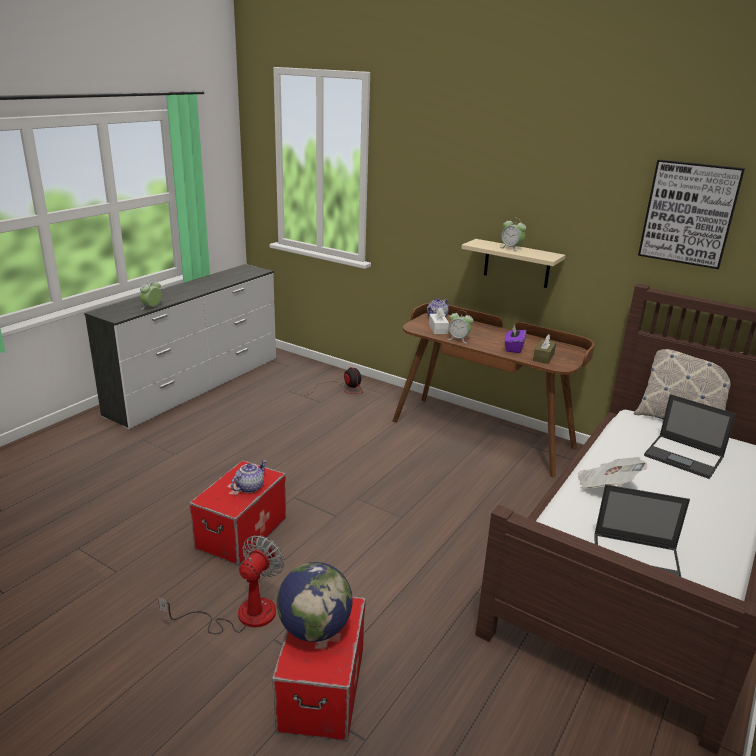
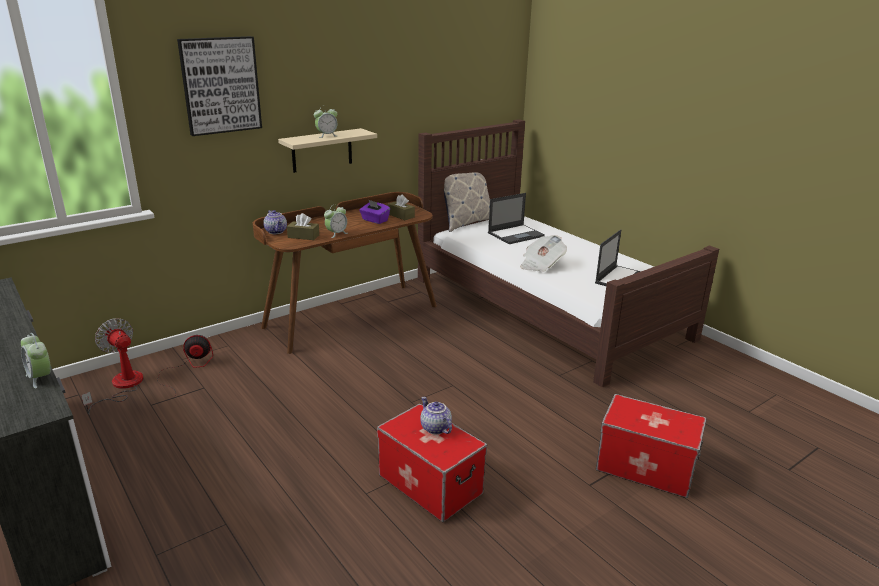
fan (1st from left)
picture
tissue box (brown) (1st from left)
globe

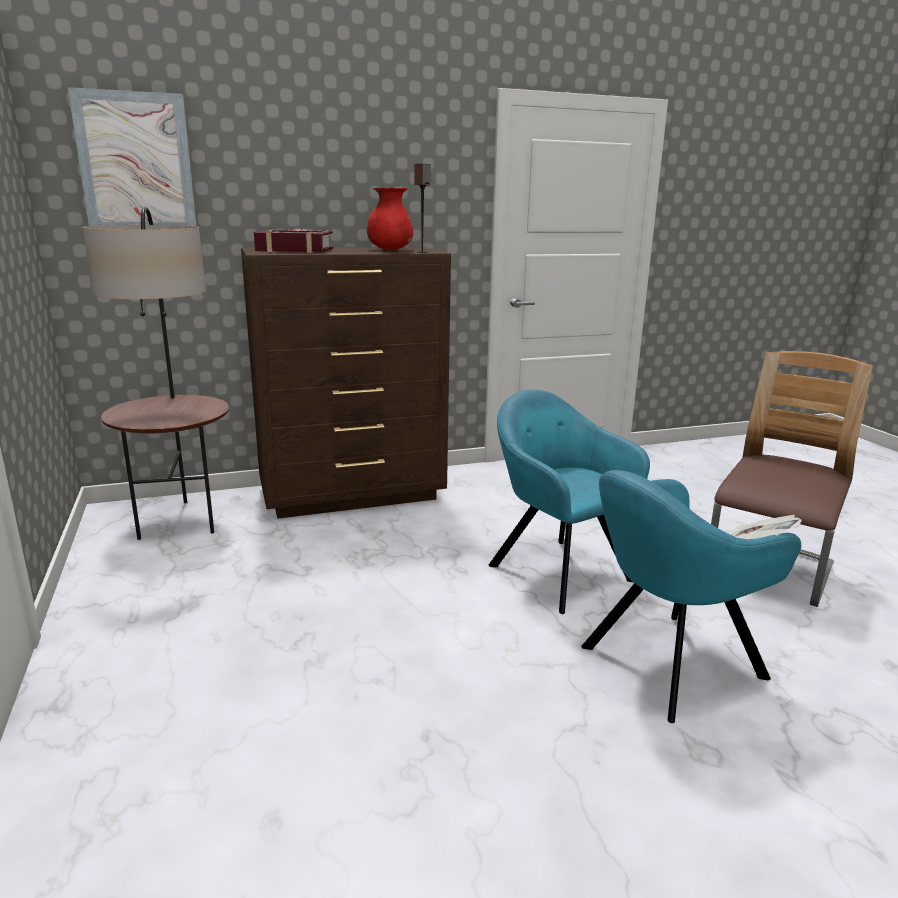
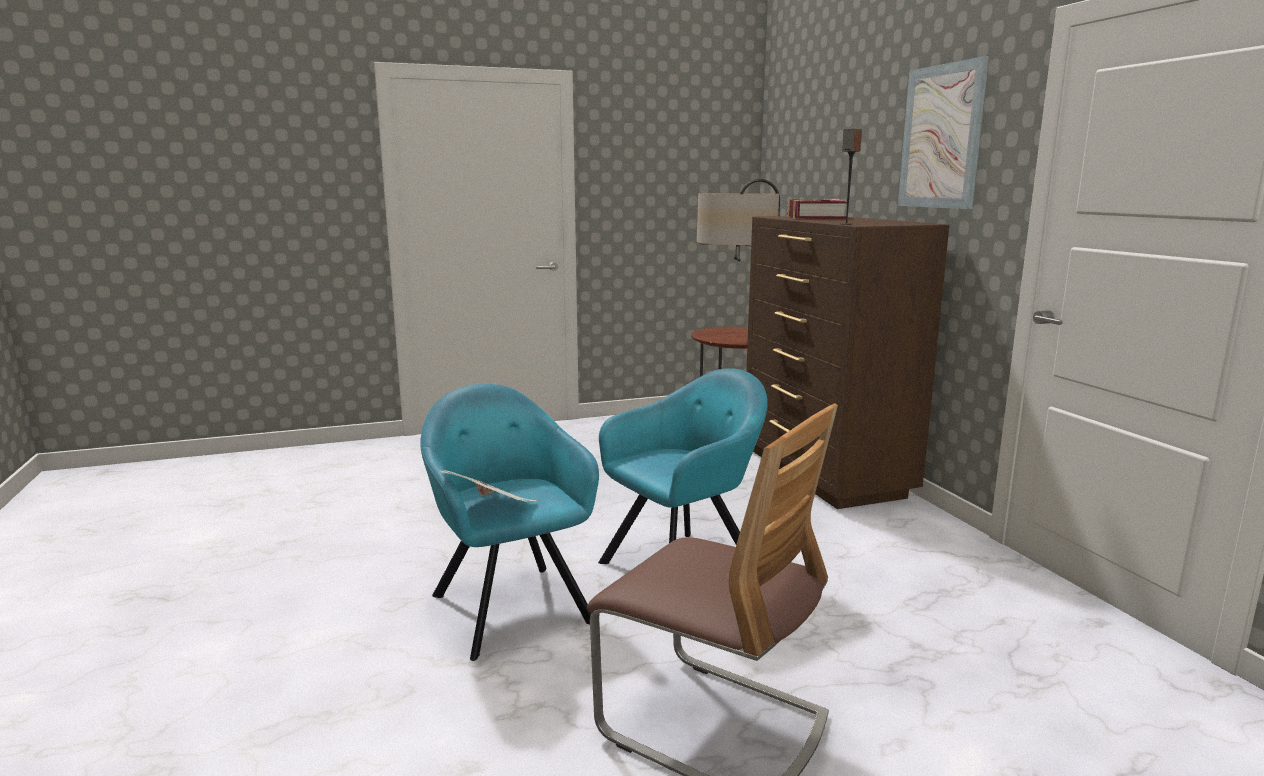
picture
vase (red)

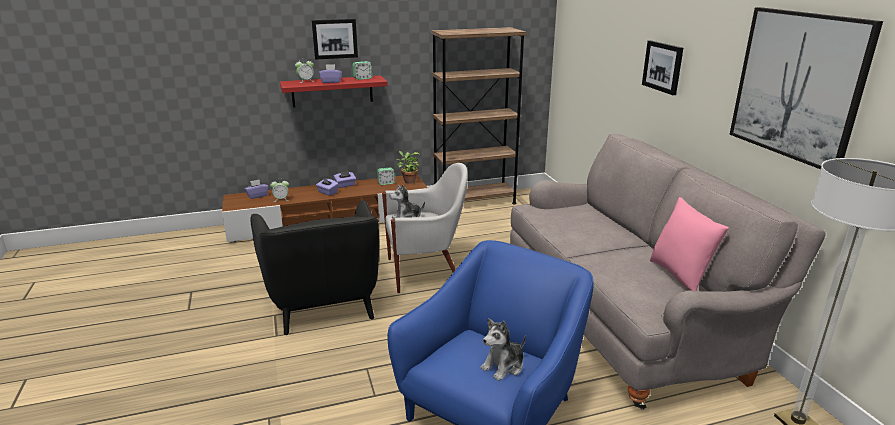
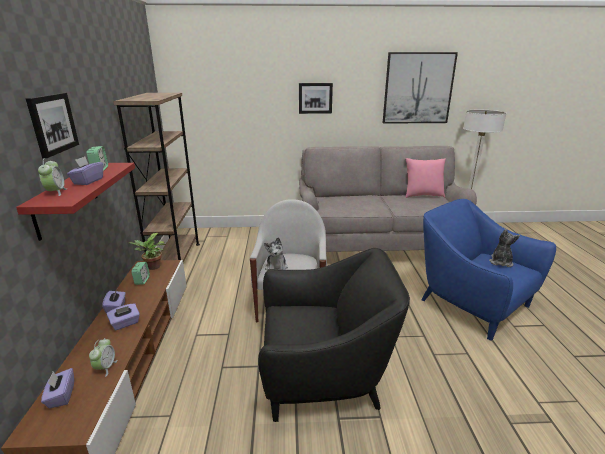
plush toy (2nd from left)

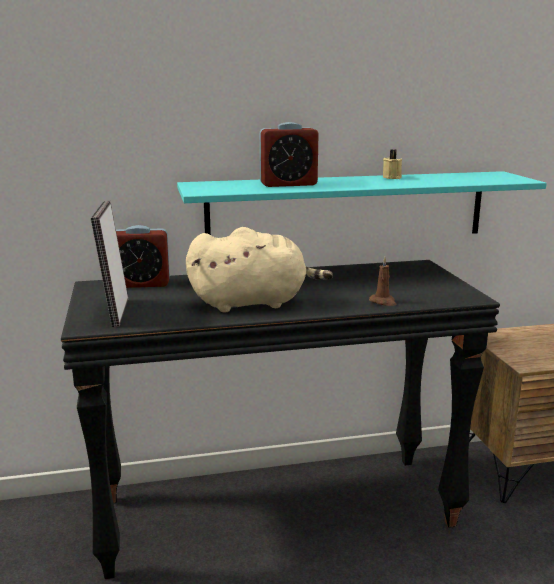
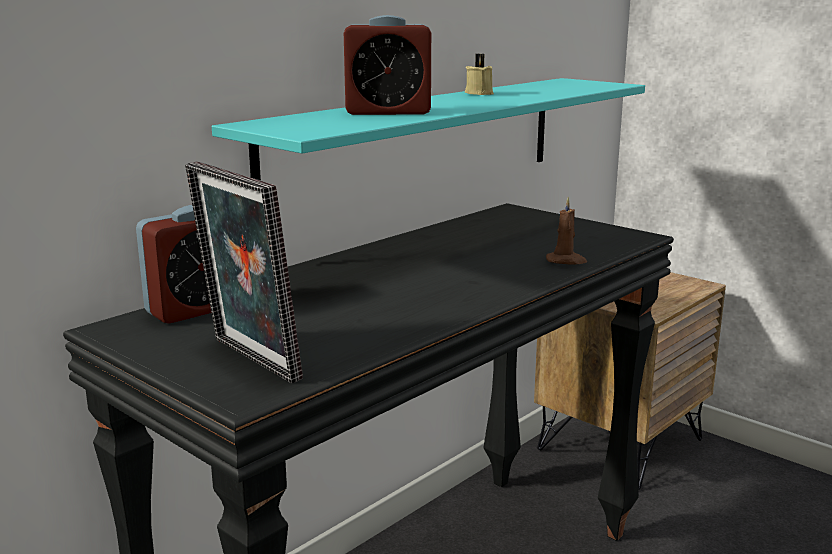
alarm clock (2nd from left)
plush toy (beige)

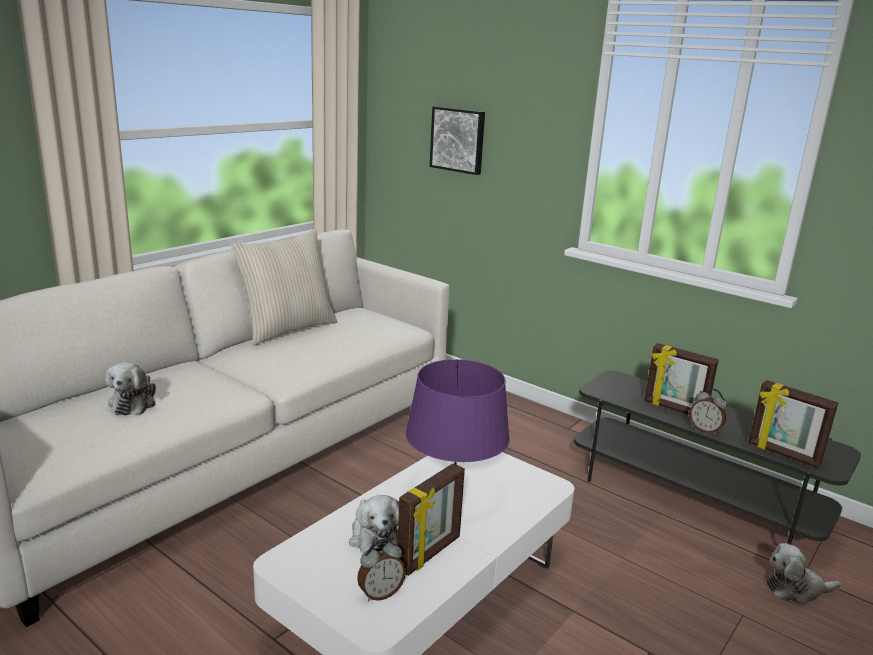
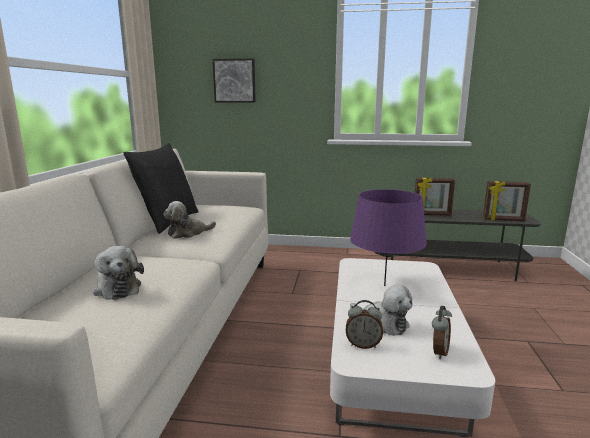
pillow (black)
plush toy (2nd from left)
alarm clock (1st from left)
picture frame (1st from left in the first image)

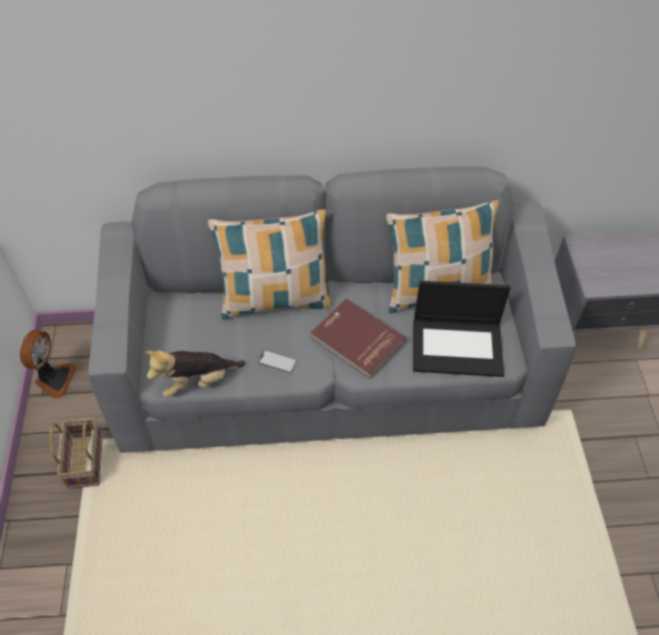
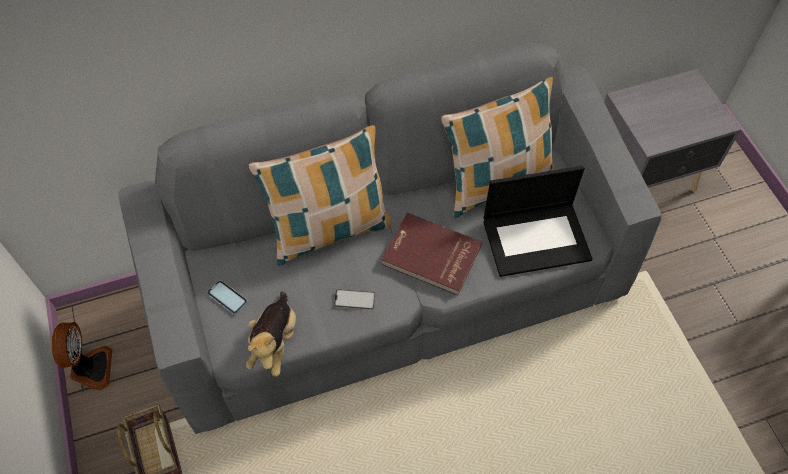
phone (1st from left)
plush toy

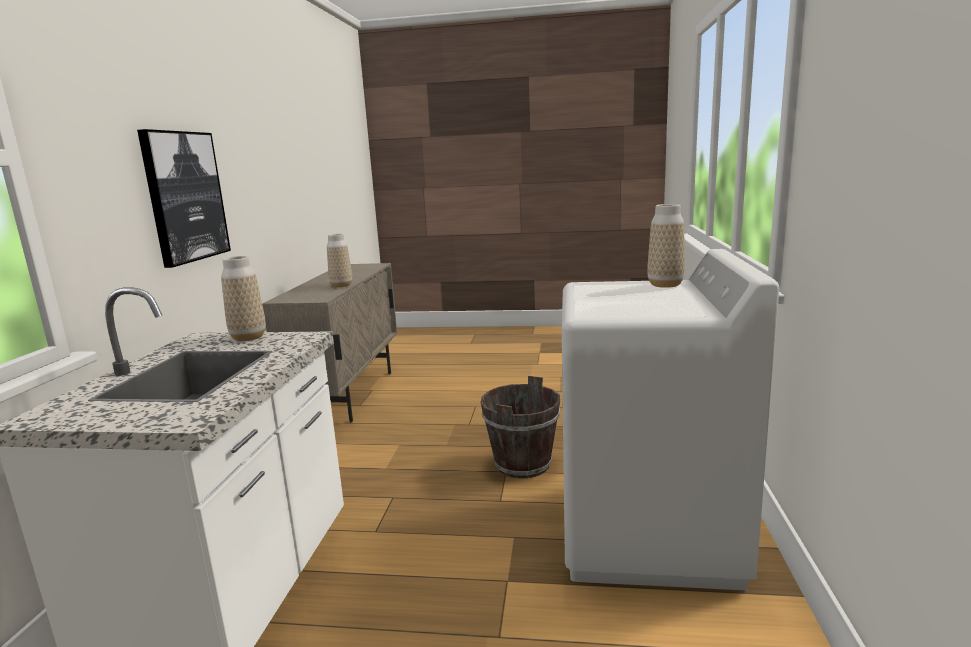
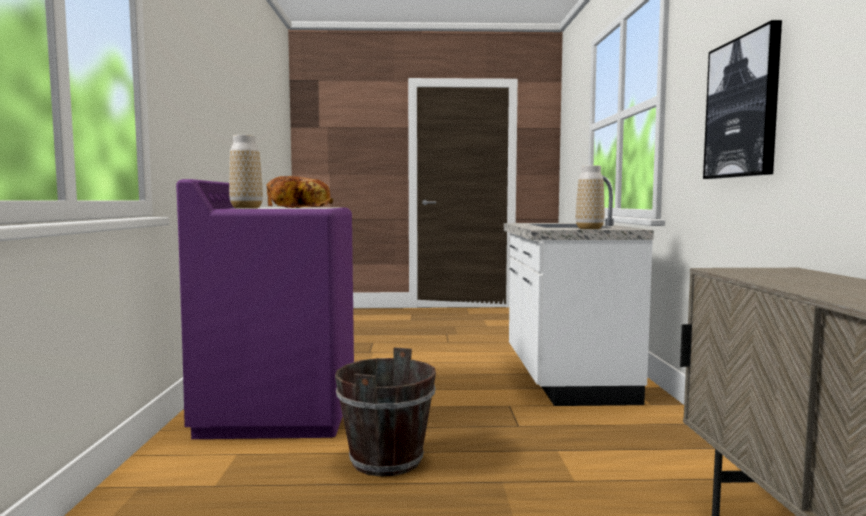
washing machine (purple)
bread
vase (2nd from left in the first image)

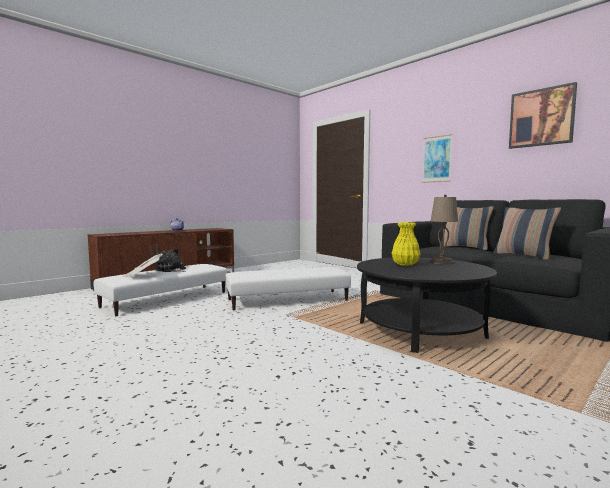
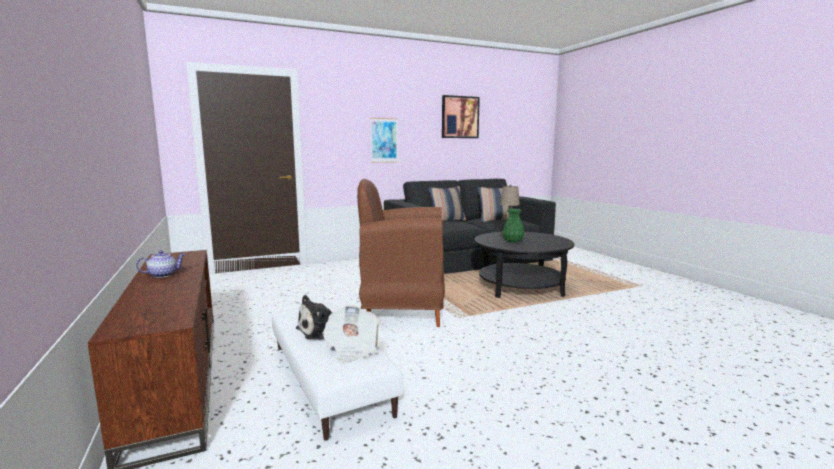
armchair (brown)
vase (green)

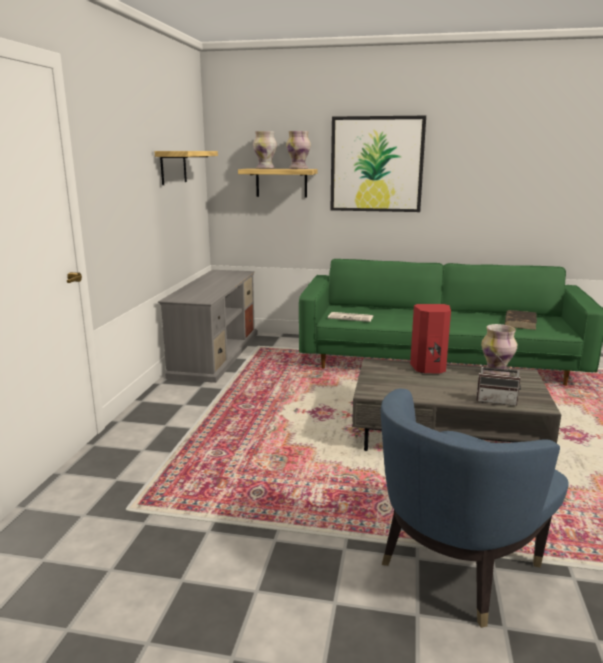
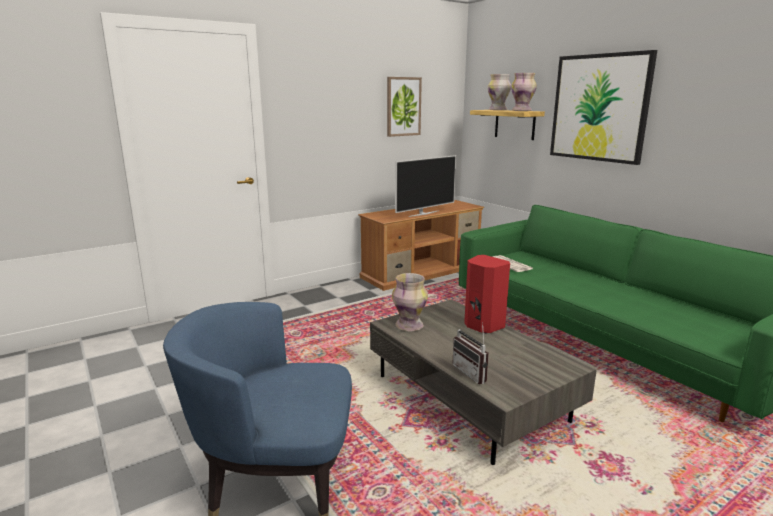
tv stand (brown)
picture (1st from left)
vase (1st from left)
television
book (brown)

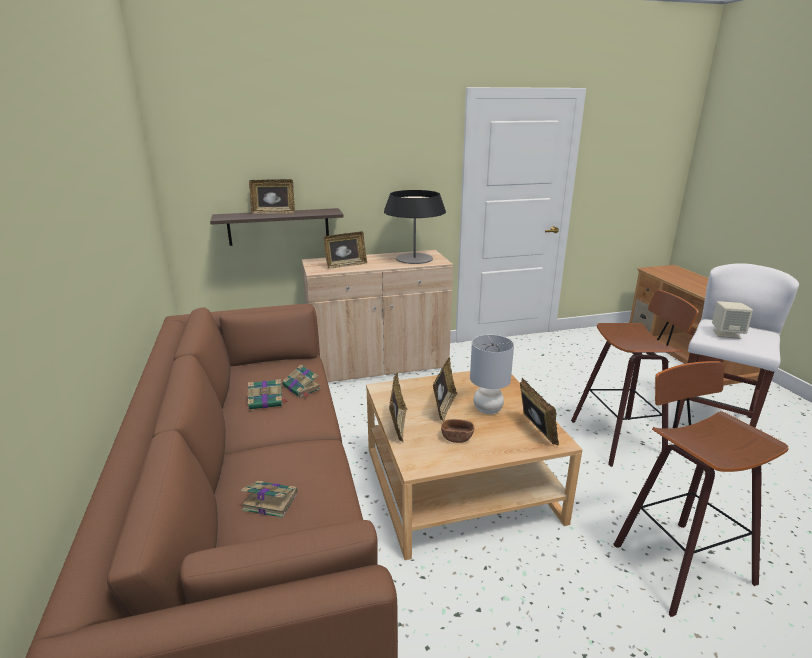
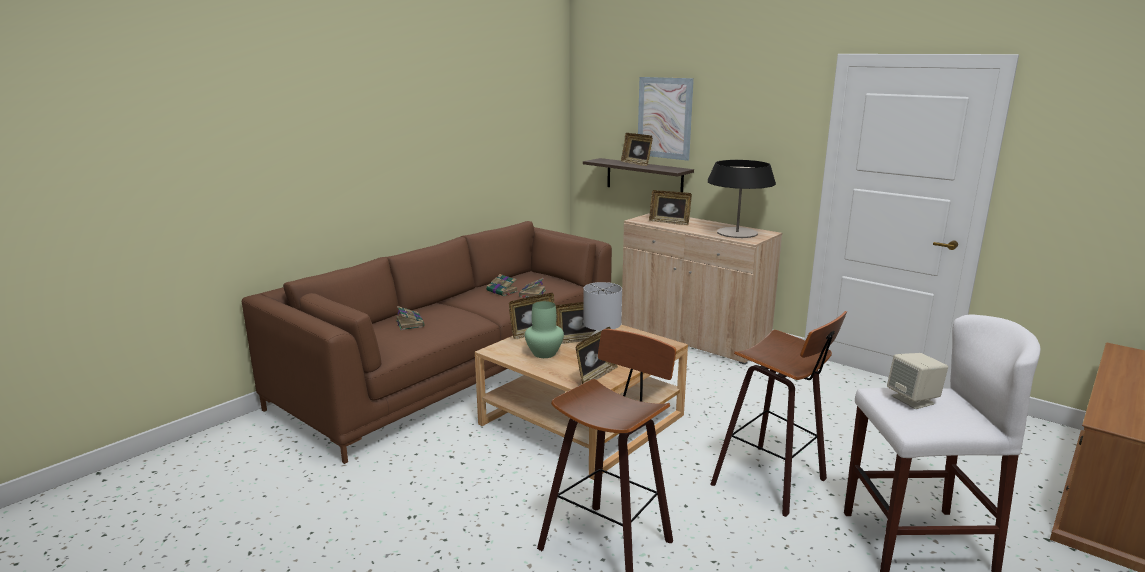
vase (green)
picture

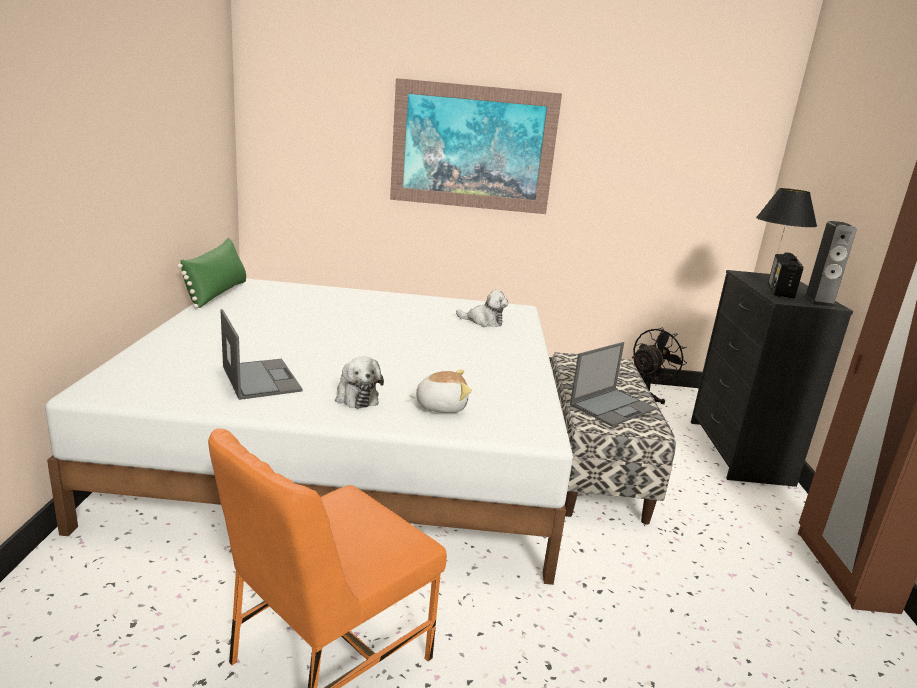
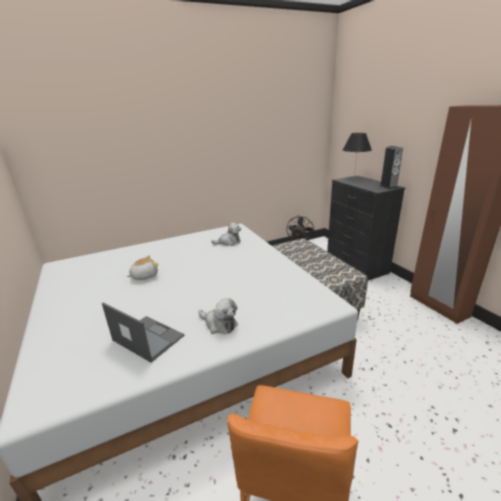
plush toy (1st from left)
pillow (green)
picture
laptop (2nd from left in the first image)
radio

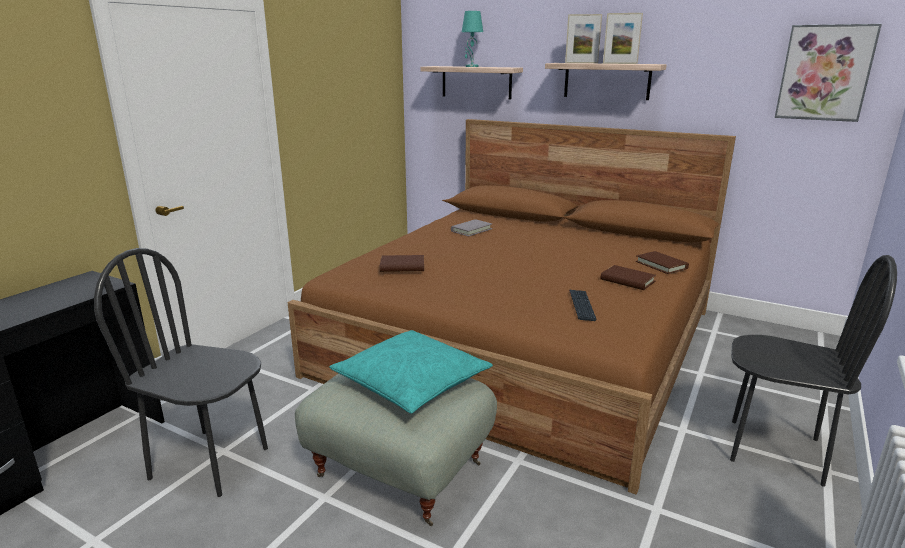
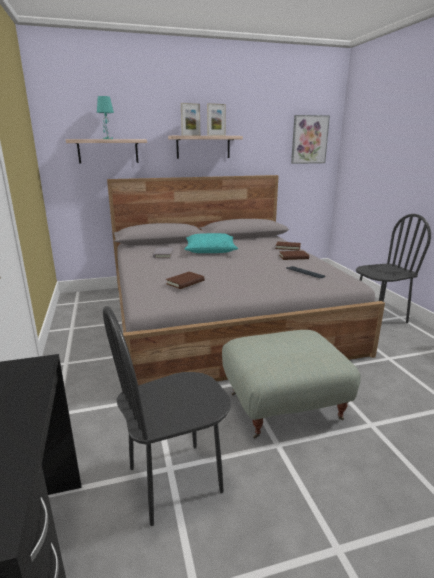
bed (grey)
pillow (turquoise)

